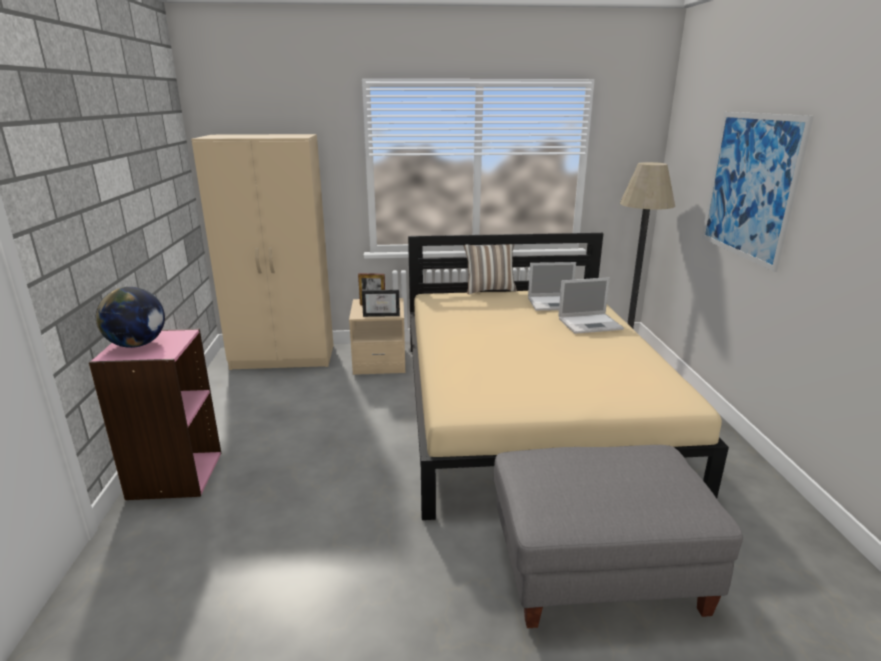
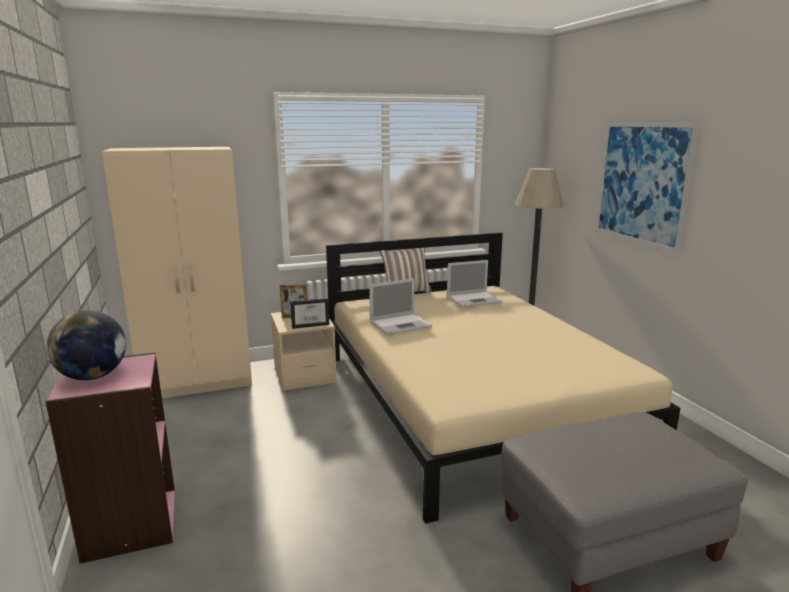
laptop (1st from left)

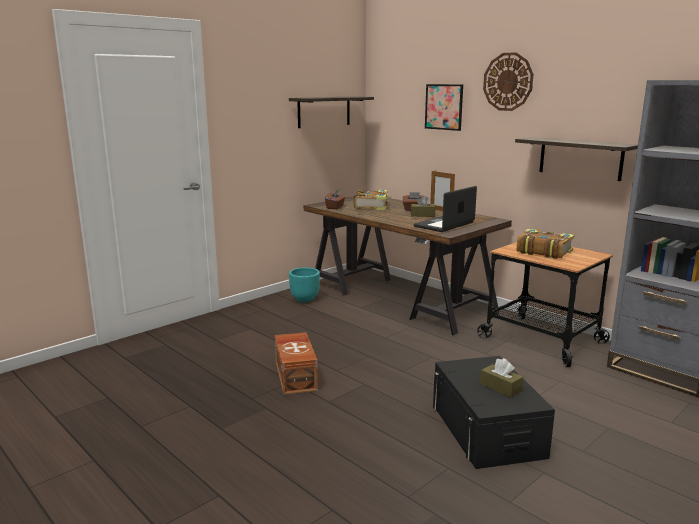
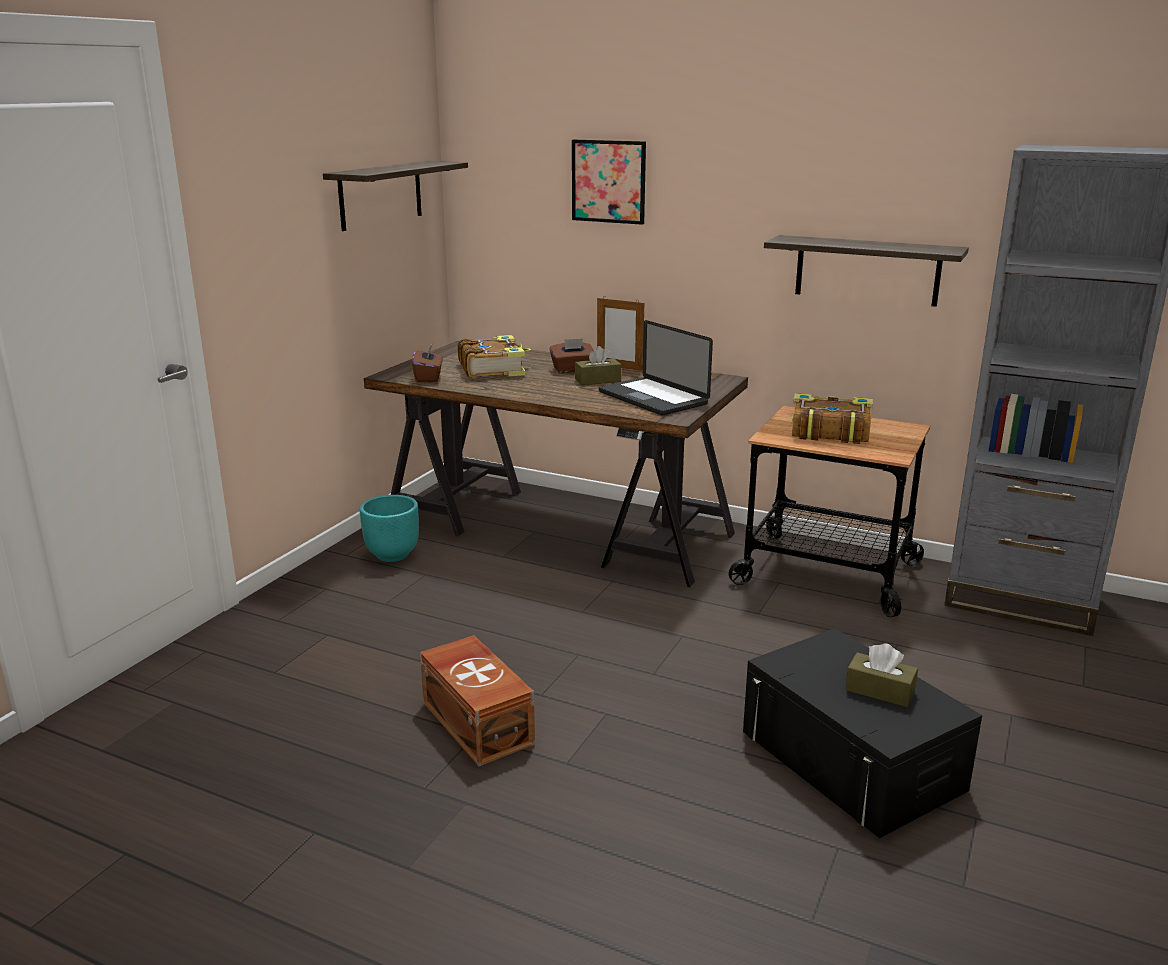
laptop
wall clock

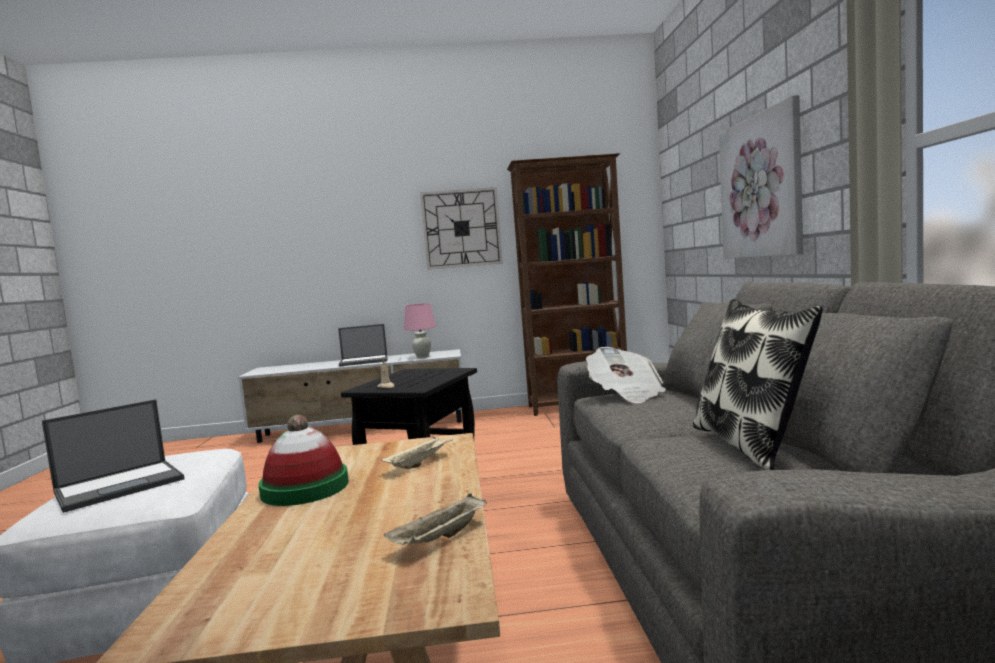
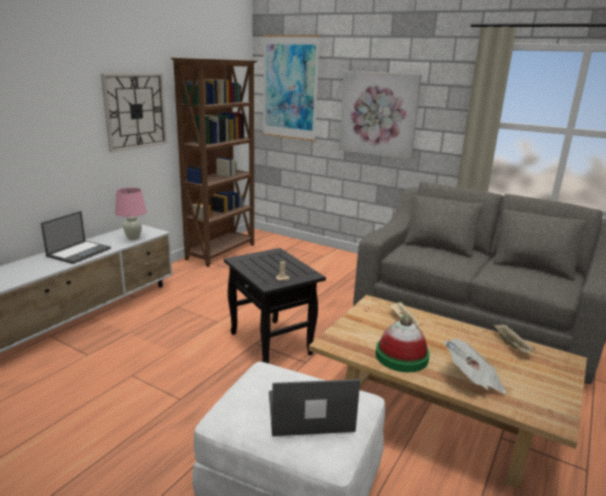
picture (1st from left)
laptop (2nd from left)
newspaper
pillow

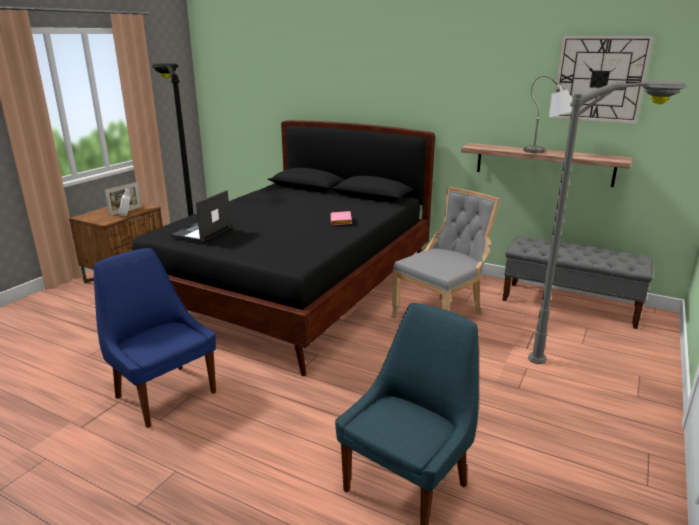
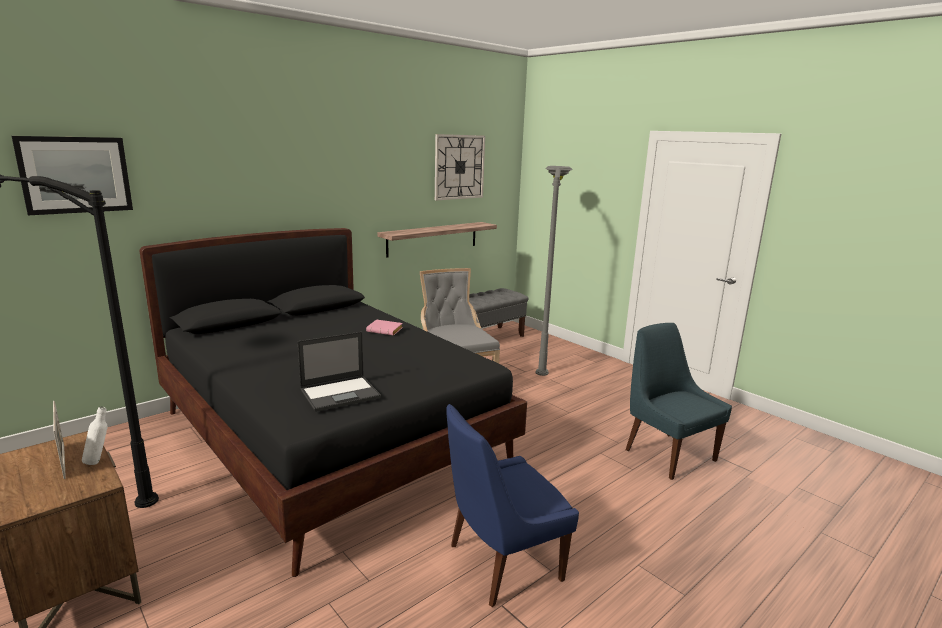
picture
laptop
table lamp (grey)

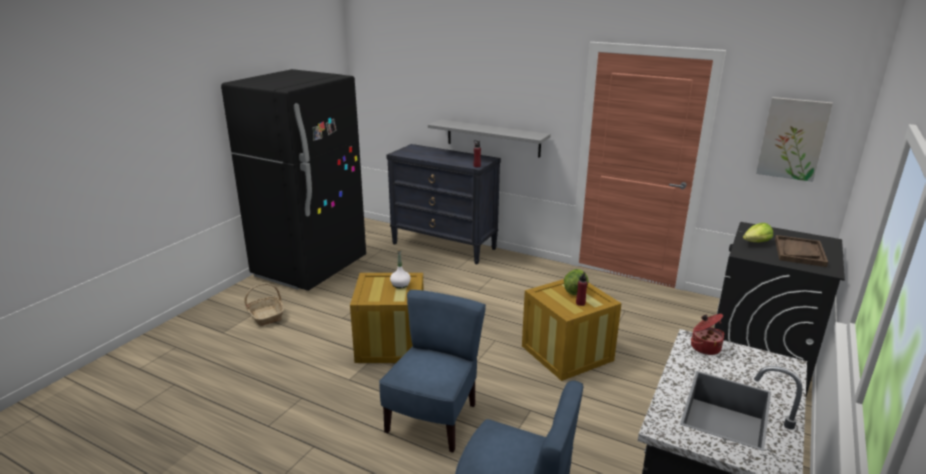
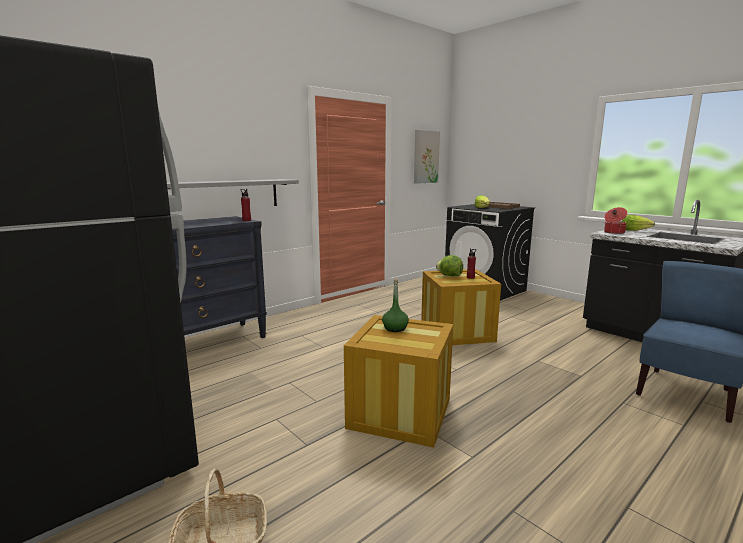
bottle (green)
lettuce (3rd from left)
chair (blue) (1st from left in the first image)

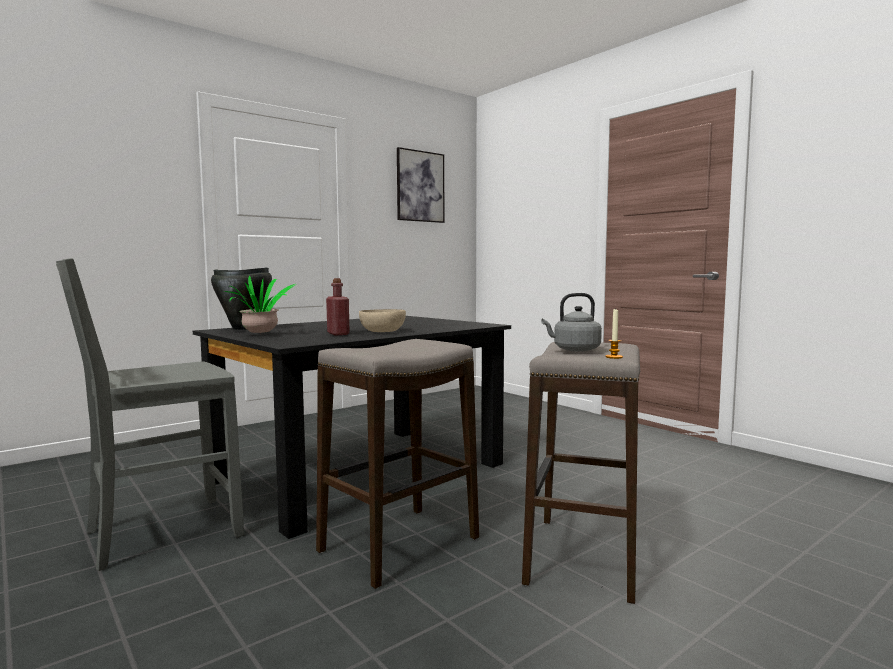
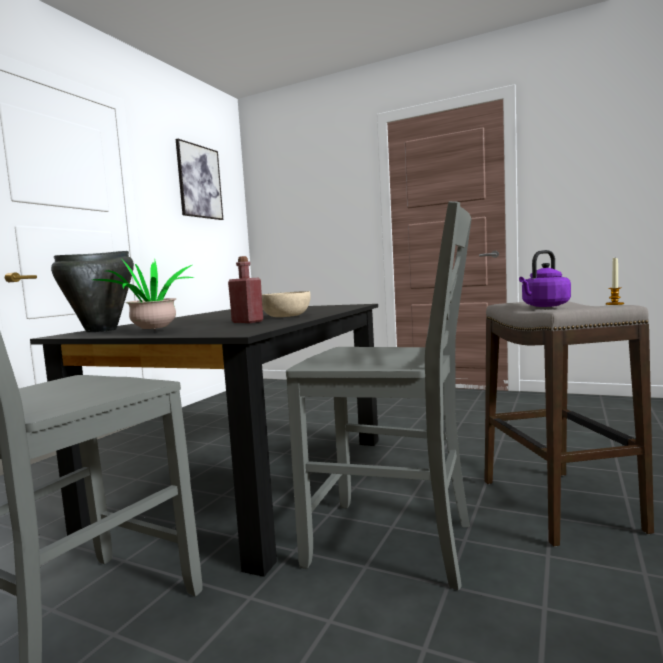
chair (grey) (2nd from left)
kettle (purple)

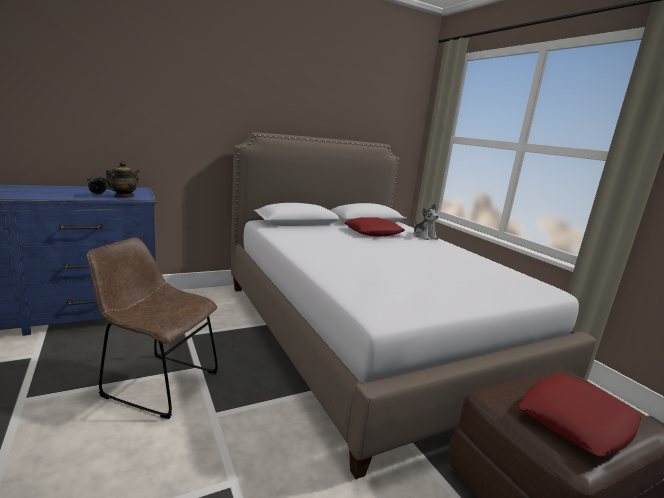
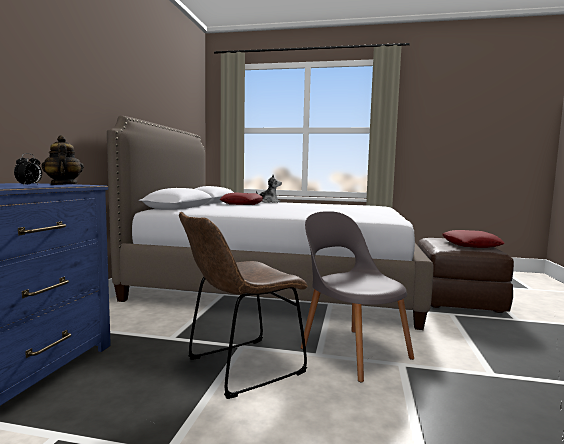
chair (grey)

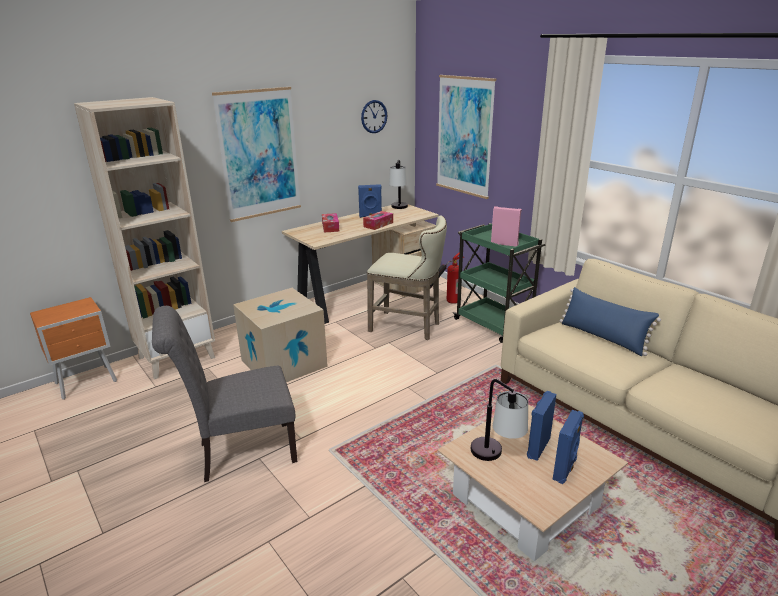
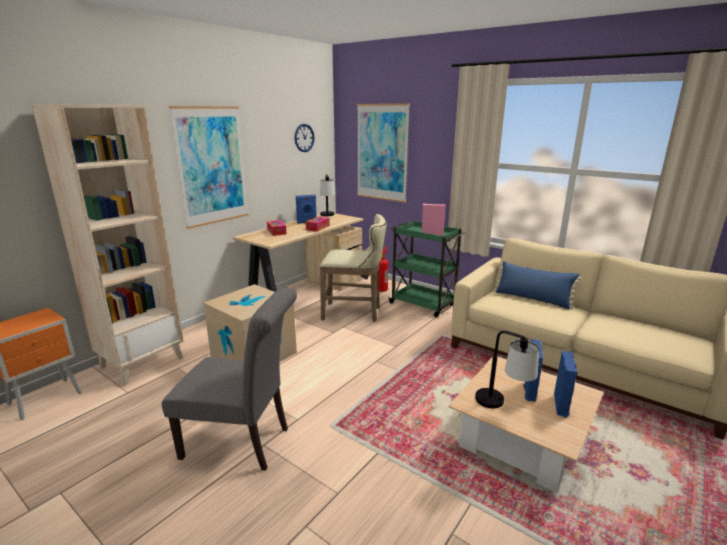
chair (grey)

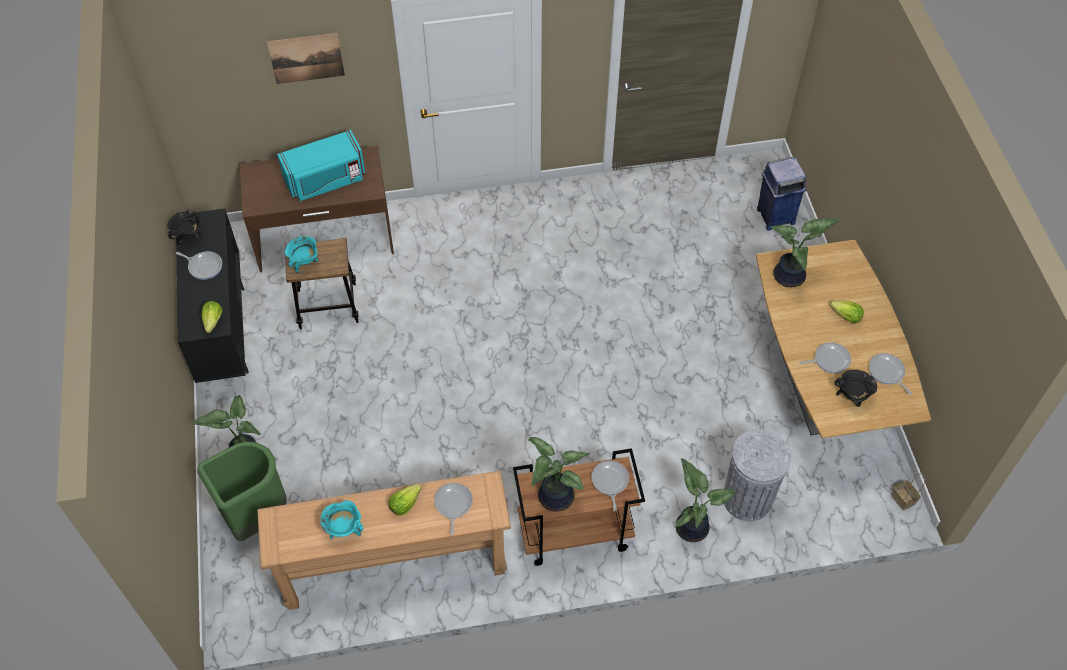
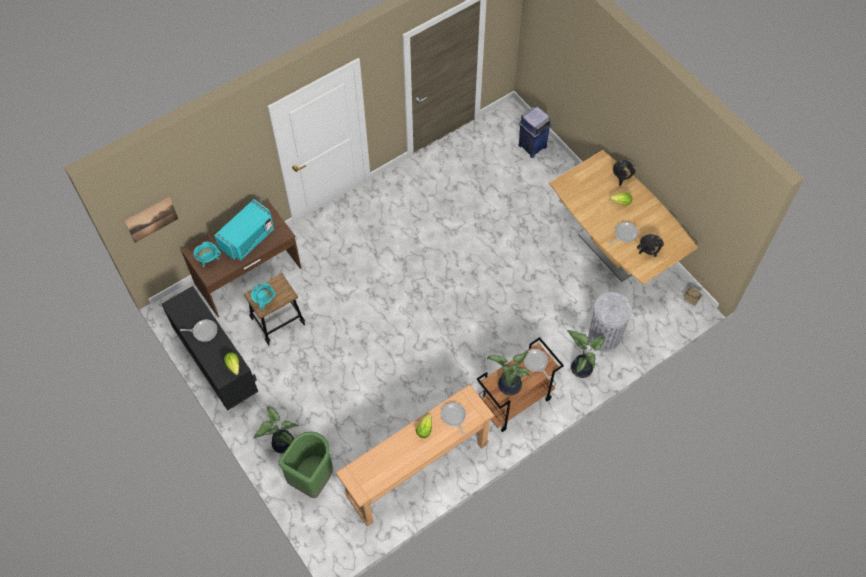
picture
cooking pot (turquoise) (1st from left)
cooking pot (black) (1st from left)
potted plant (4th from left in the first image)
frying pan (5th from left in the first image)

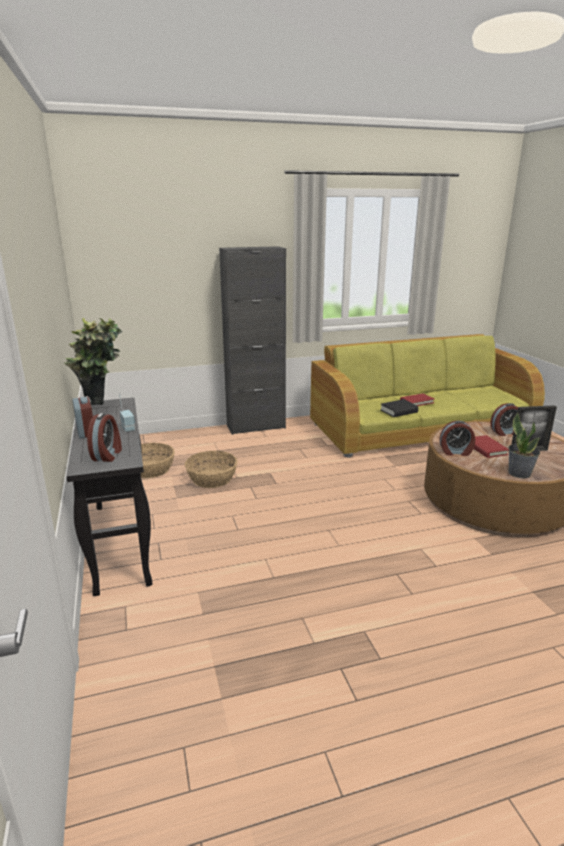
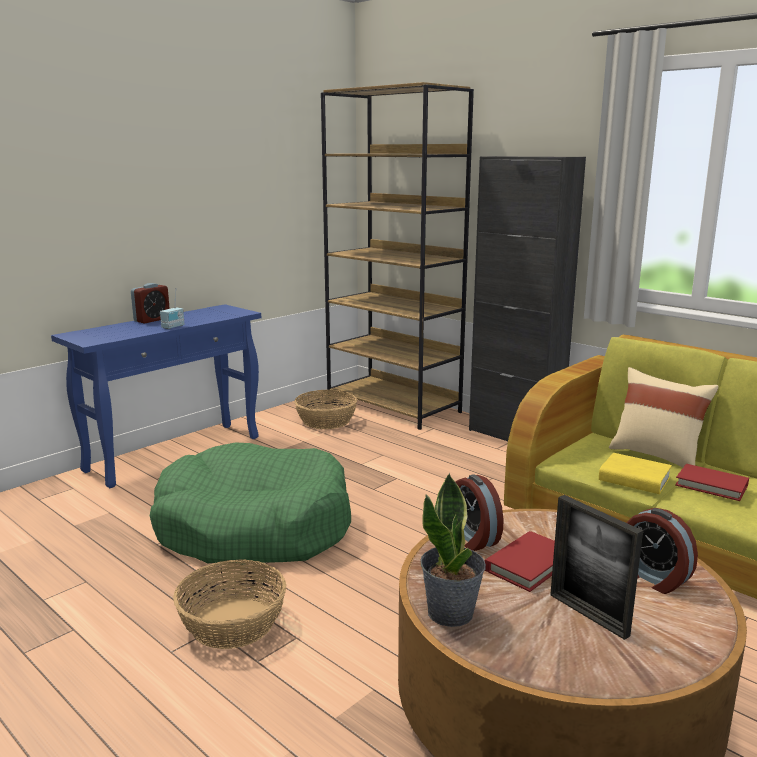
console table (blue)
dog bed (green)
basket (1st from left)
bookcase (brown)
book (yellow)
pillow (beige)
potted plant (1st from left in the first image)
alarm clock (2nd from left in the first image)

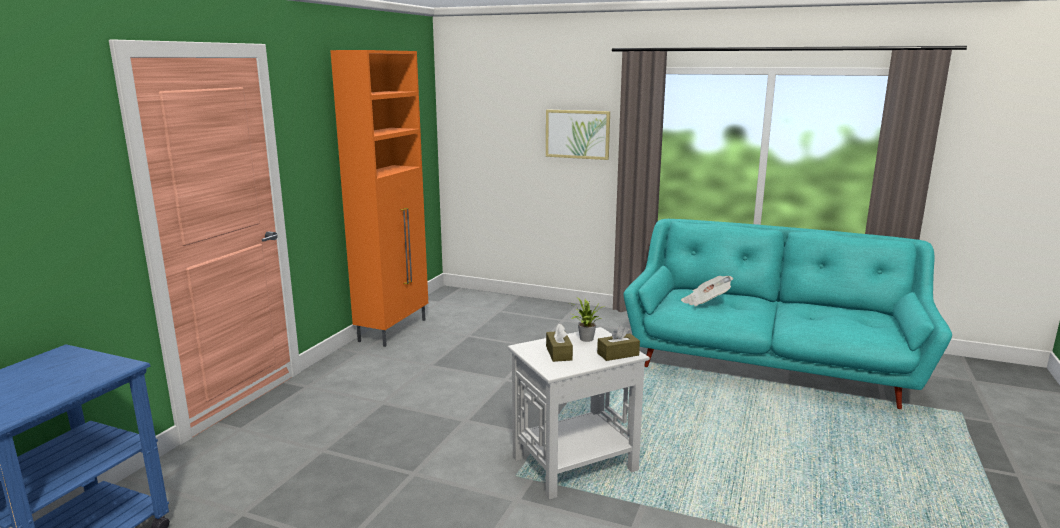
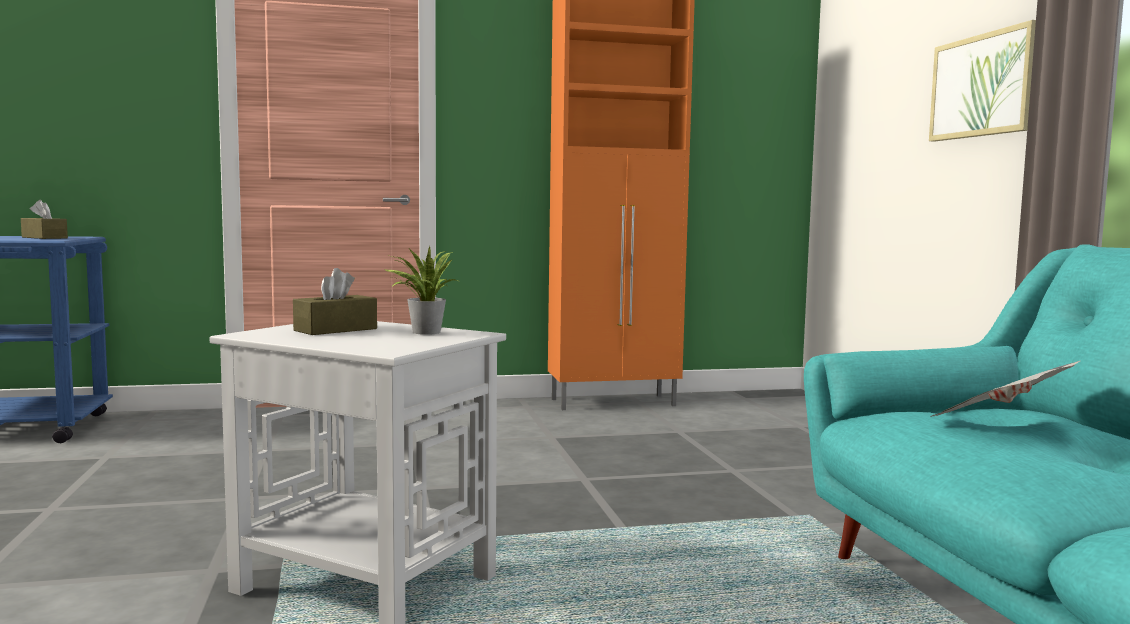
tissue box (brown) (1st from left)

